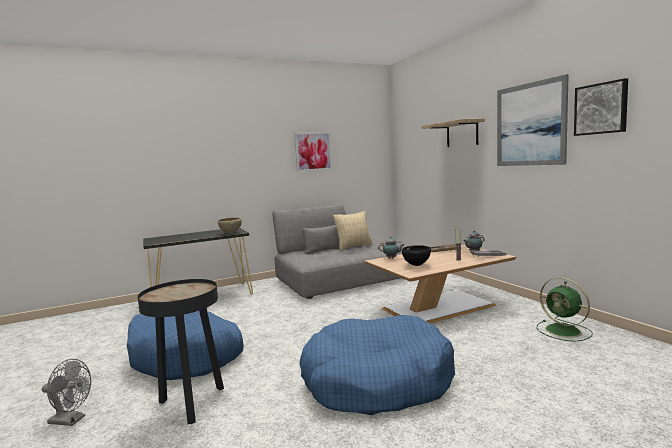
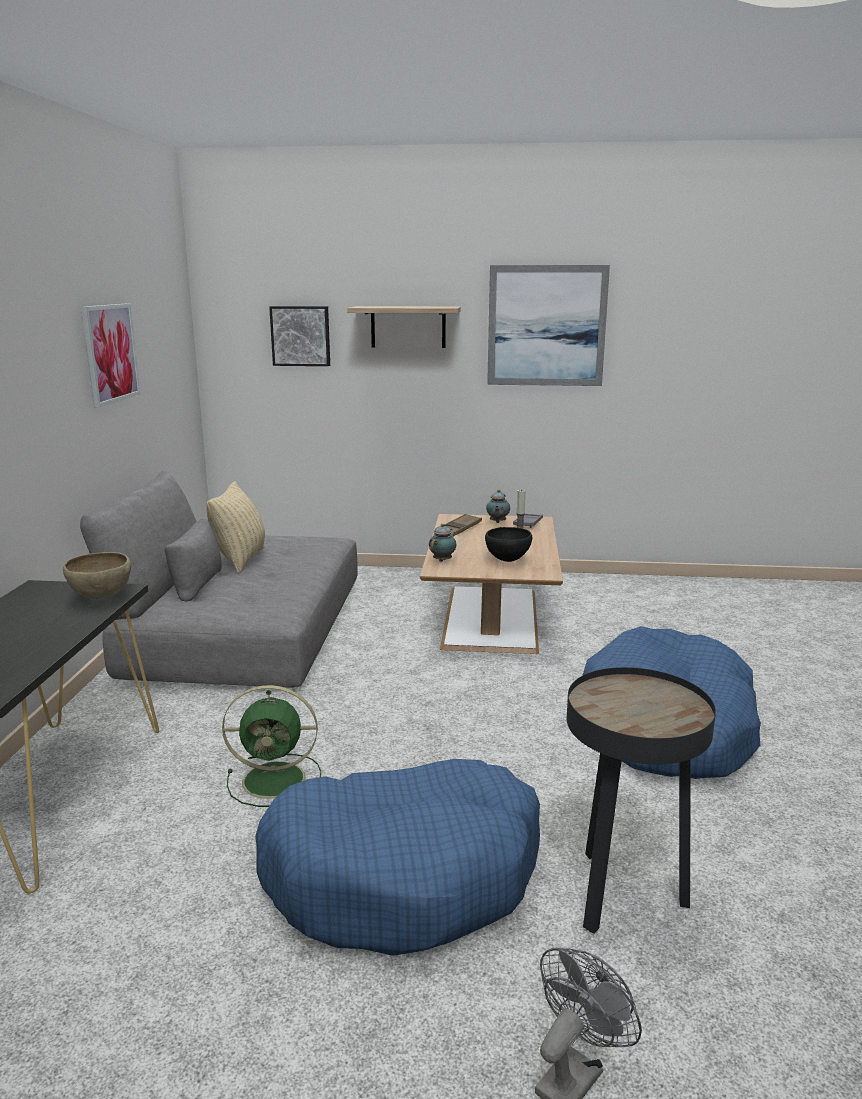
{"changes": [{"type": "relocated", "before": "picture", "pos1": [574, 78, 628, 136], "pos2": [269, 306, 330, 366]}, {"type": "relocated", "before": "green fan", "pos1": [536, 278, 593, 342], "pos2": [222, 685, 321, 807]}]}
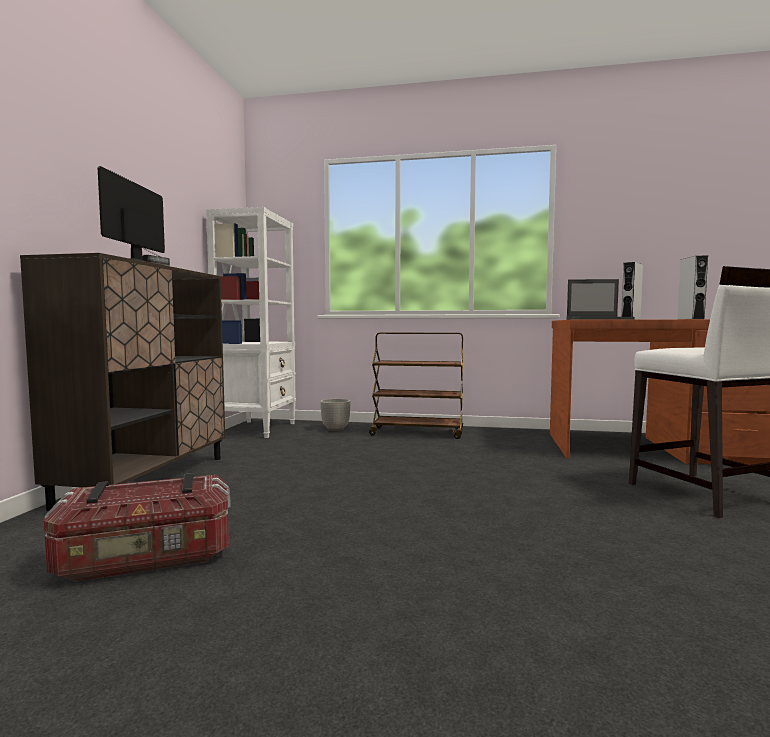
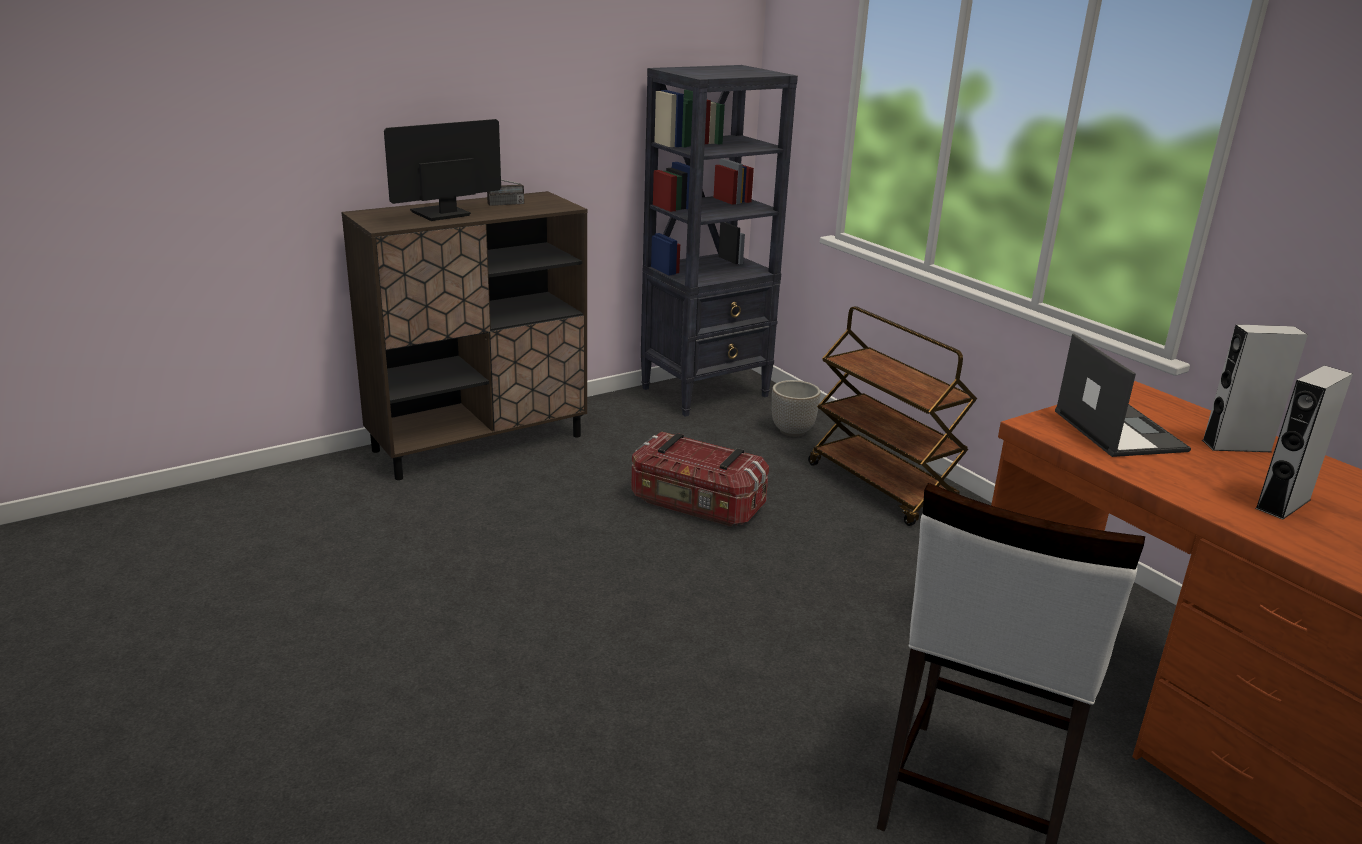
{"changes": [{"type": "colour", "before": "white bookcase", "after": "black bookcase", "pos1": [206, 207, 296, 438], "pos2": [641, 65, 798, 417]}, {"type": "spun", "before": "laptop", "pos1": [566, 279, 635, 320], "pos2": [1055, 334, 1191, 457], "turn": -150}, {"type": "relocated", "before": "storage box", "pos1": [44, 473, 231, 582], "pos2": [631, 432, 769, 527]}]}
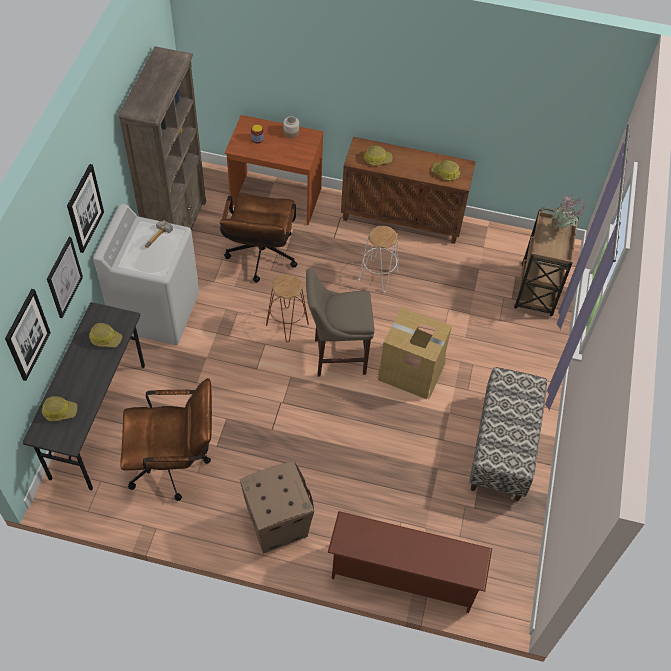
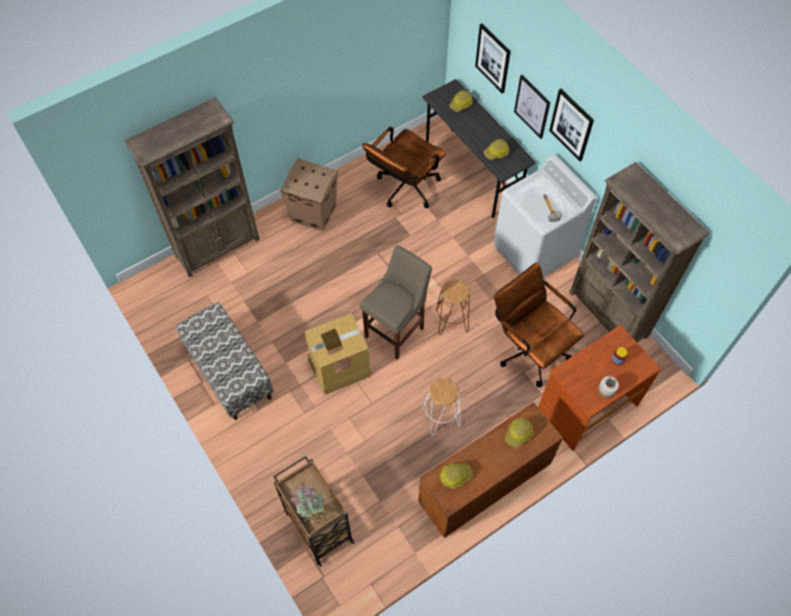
{"changes": [{"type": "exchanged", "before": "brown shoe rack", "after": "brown bookcase", "pos1": [327, 511, 492, 613], "pos2": [124, 98, 260, 278]}]}
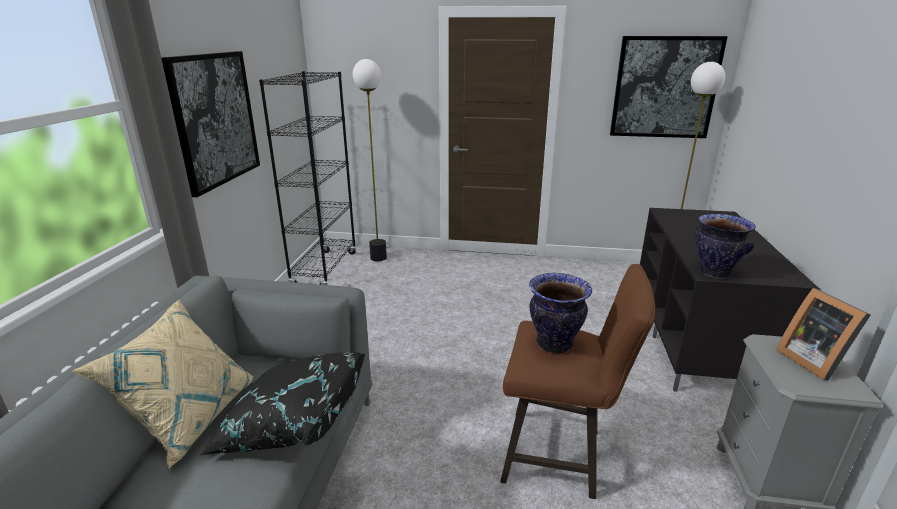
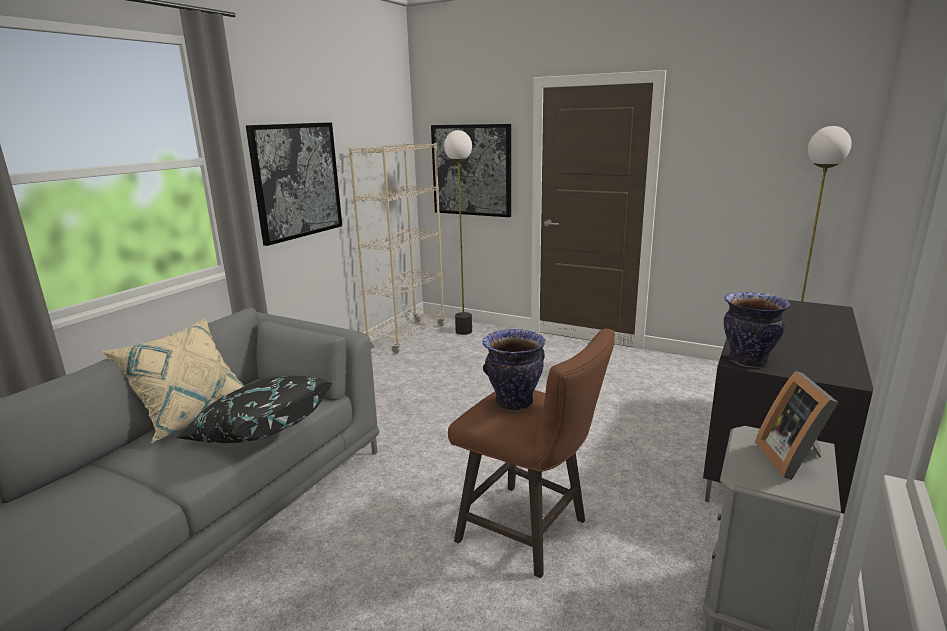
{"changes": [{"type": "relocated", "before": "picture", "pos1": [610, 36, 728, 138], "pos2": [431, 124, 511, 217]}, {"type": "colour", "before": "black bookcase", "after": "beige bookcase", "pos1": [259, 71, 356, 285], "pos2": [349, 143, 445, 354]}]}
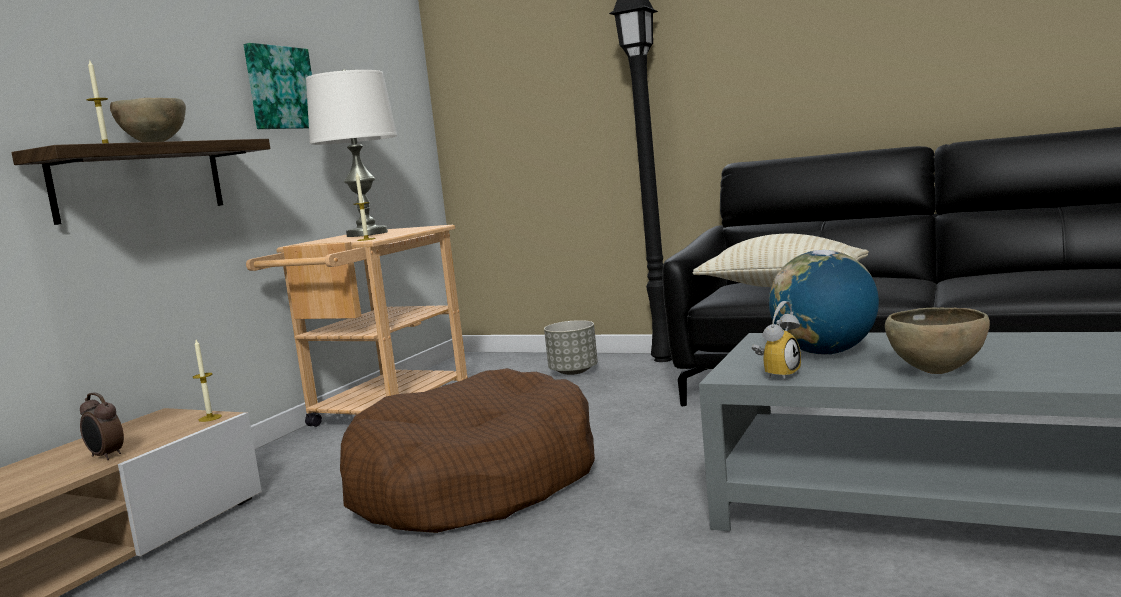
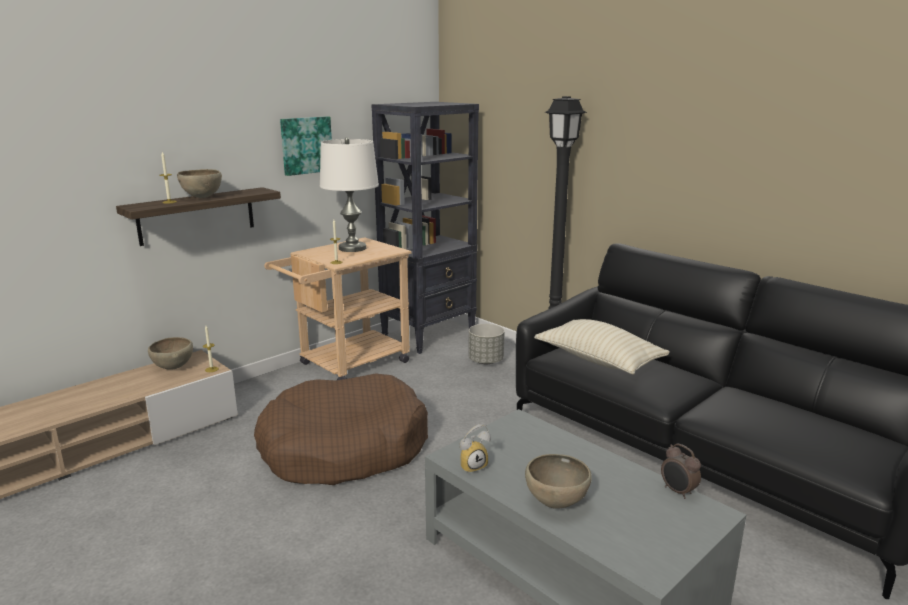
{"changes": [{"type": "missing", "before": "globe", "pos1": [769, 250, 879, 355]}, {"type": "relocated", "before": "alarm clock", "pos1": [80, 392, 124, 460], "pos2": [661, 443, 701, 499]}, {"type": "appeared", "after": "black bookcase", "pos2": [371, 102, 479, 354]}, {"type": "appeared", "after": "brown bowl", "pos2": [148, 337, 193, 370]}]}
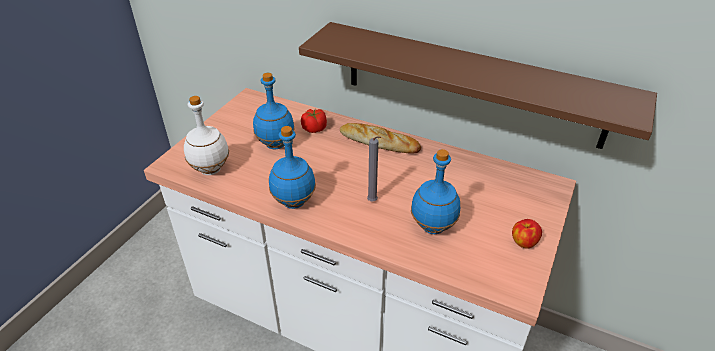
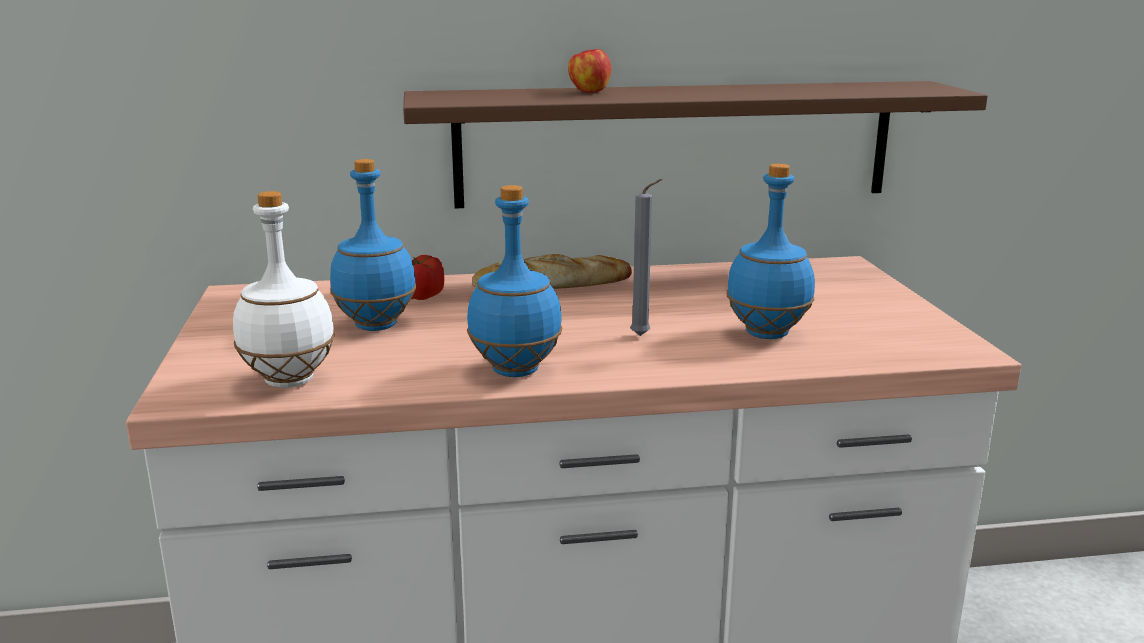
{"changes": [{"type": "relocated", "before": "apple", "pos1": [512, 219, 542, 249], "pos2": [568, 49, 611, 93]}]}
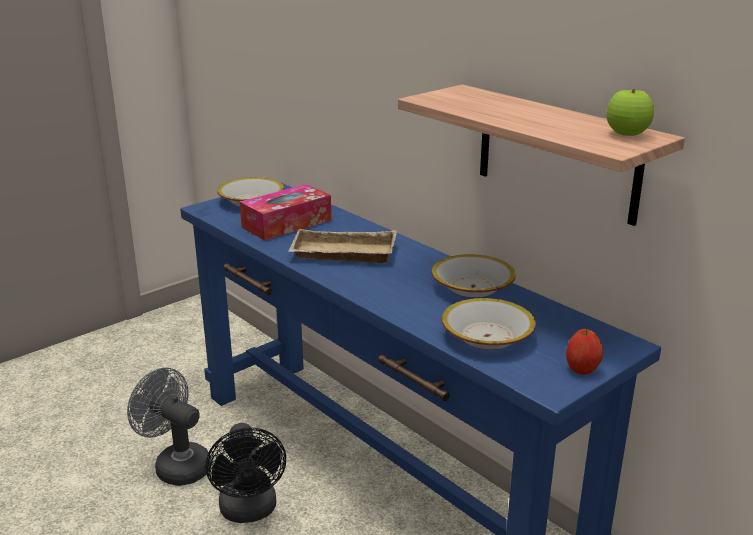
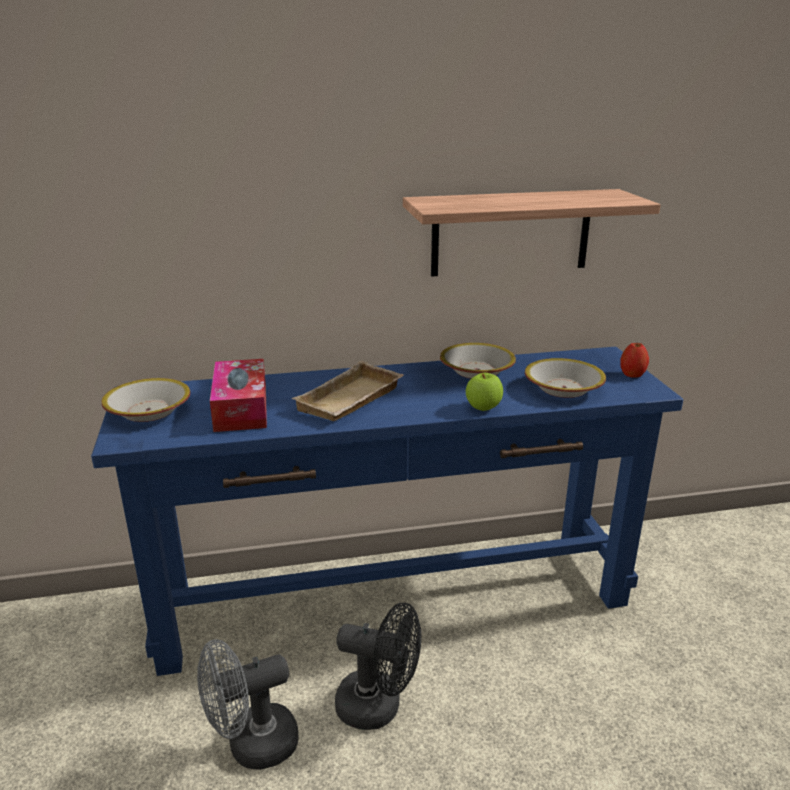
{"changes": [{"type": "relocated", "before": "apple", "pos1": [606, 89, 654, 136], "pos2": [466, 373, 503, 411]}]}
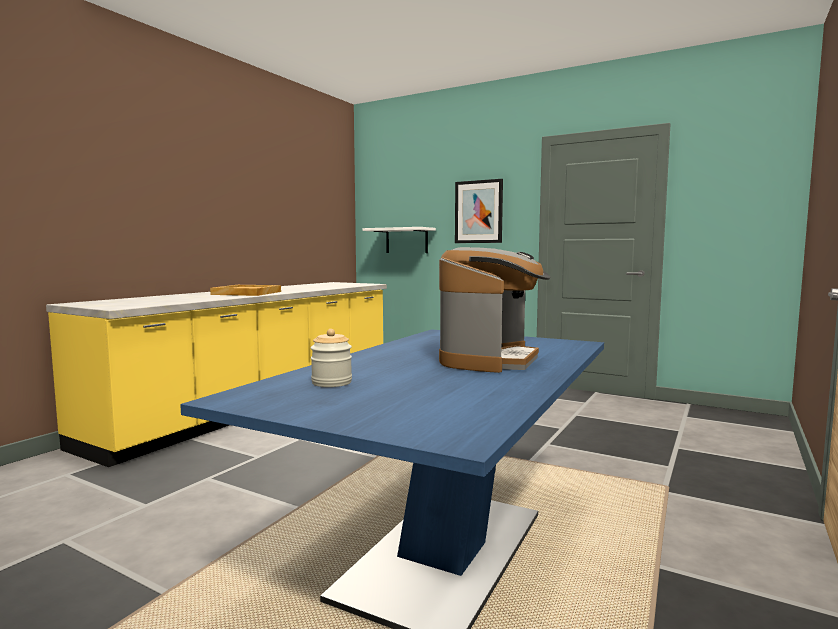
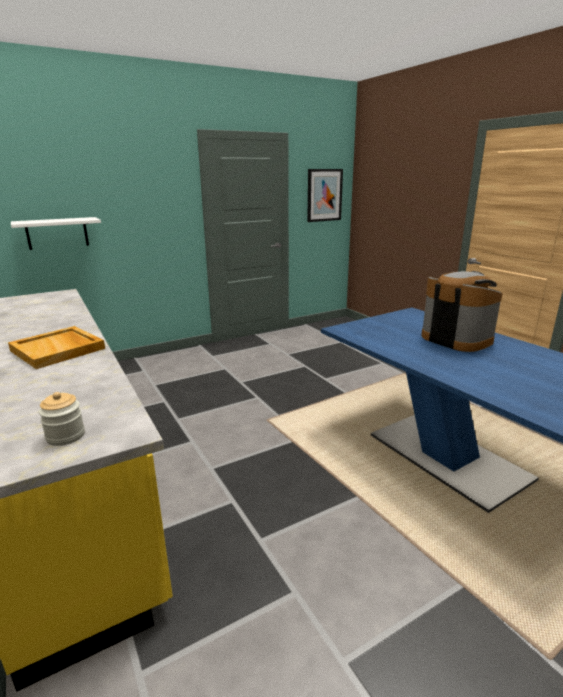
{"changes": [{"type": "relocated", "before": "picture", "pos1": [455, 179, 503, 243], "pos2": [307, 169, 343, 222]}, {"type": "relocated", "before": "jar", "pos1": [311, 329, 352, 387], "pos2": [39, 392, 85, 446]}]}
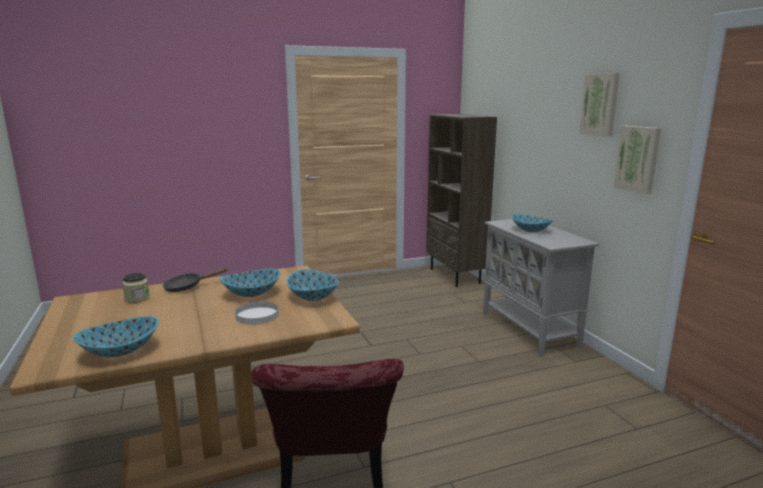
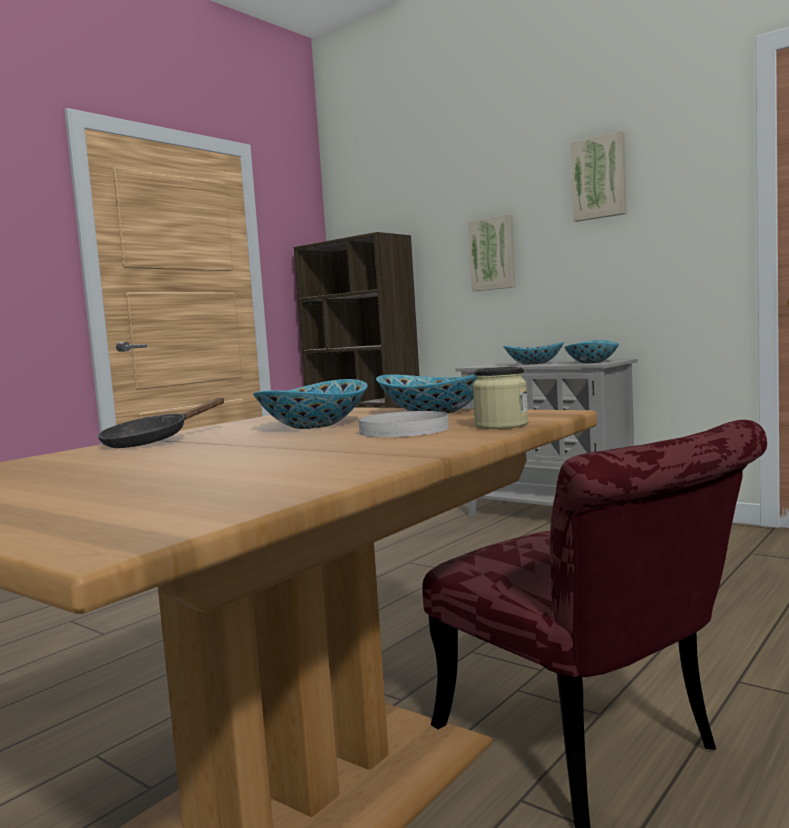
{"changes": [{"type": "relocated", "before": "picture", "pos1": [614, 126, 661, 194], "pos2": [468, 214, 516, 291]}, {"type": "relocated", "before": "jar", "pos1": [122, 273, 150, 303], "pos2": [473, 367, 528, 429]}, {"type": "relocated", "before": "bowl", "pos1": [73, 316, 159, 357], "pos2": [564, 340, 619, 363]}]}
